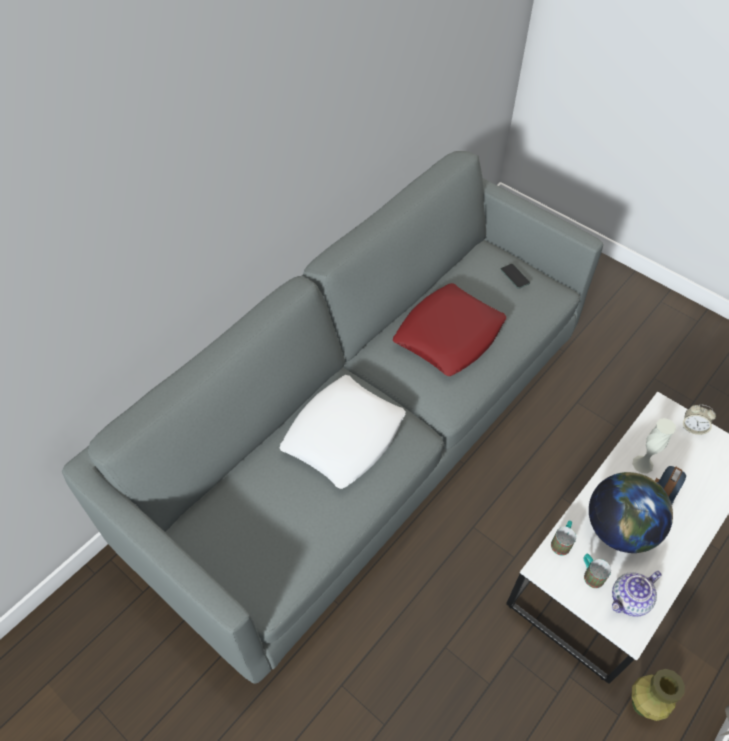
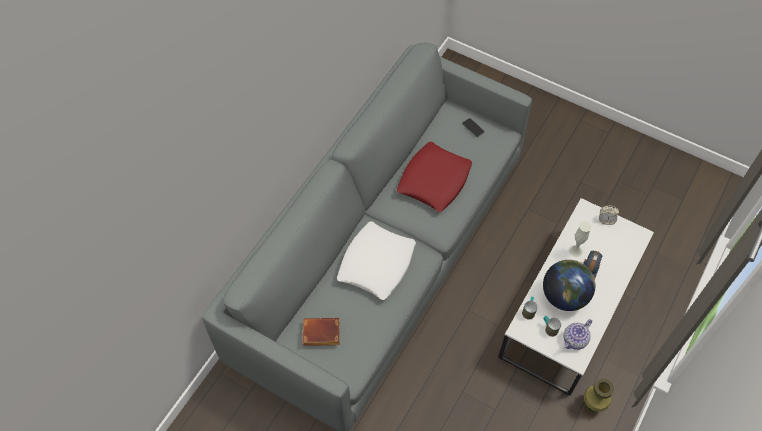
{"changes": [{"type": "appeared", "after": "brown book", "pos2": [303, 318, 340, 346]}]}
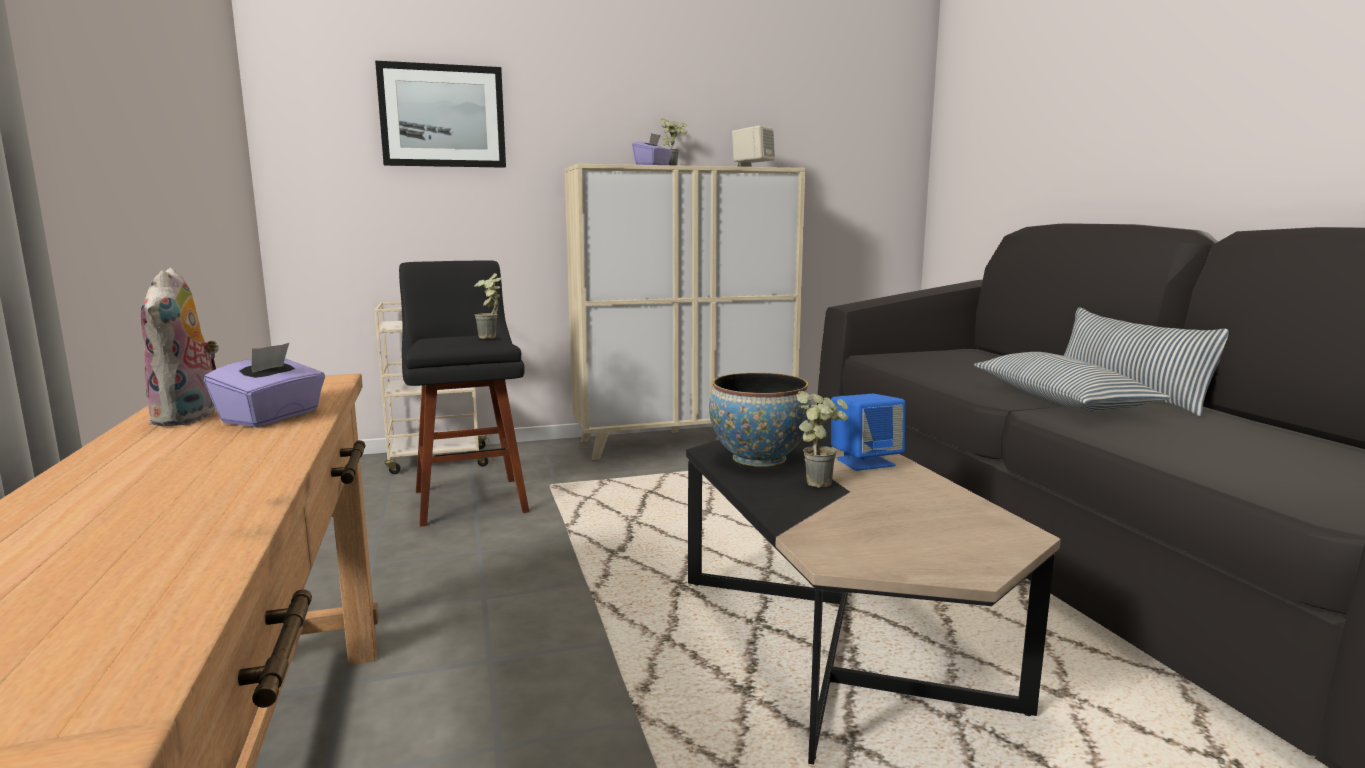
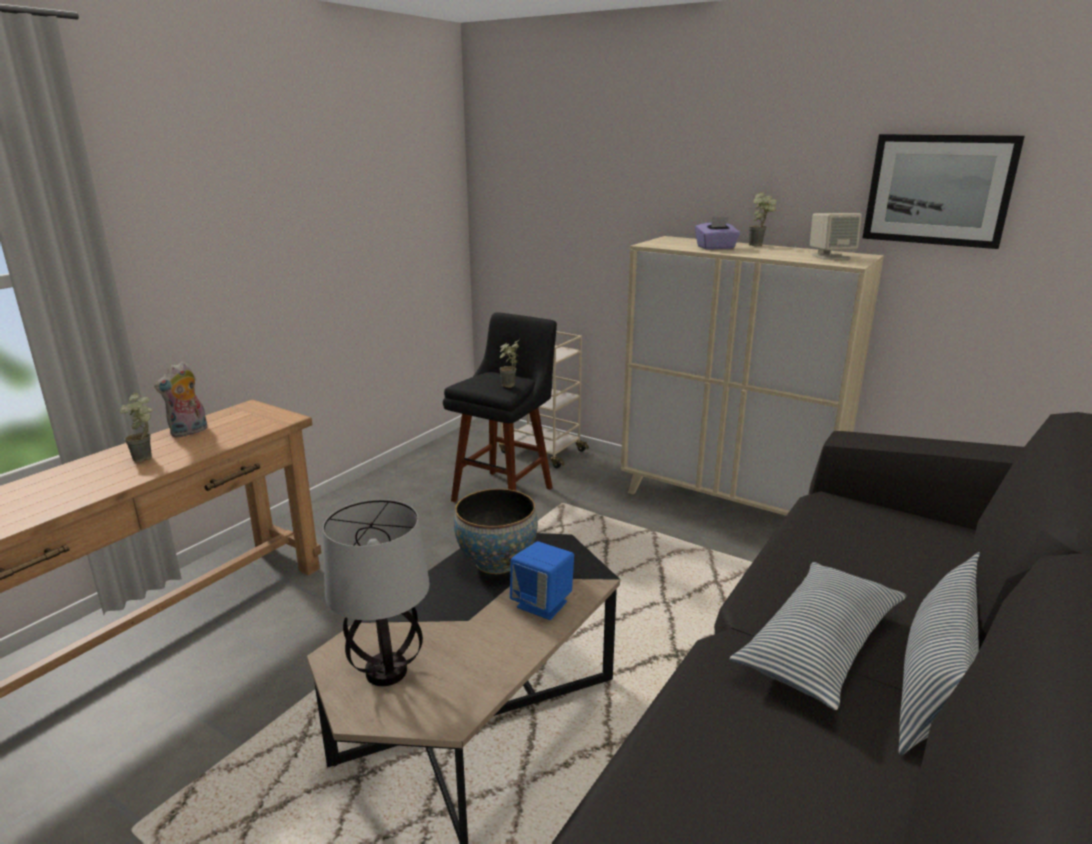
{"changes": [{"type": "relocated", "before": "picture", "pos1": [375, 61, 506, 168], "pos2": [863, 134, 1025, 249]}, {"type": "missing", "before": "purple tissue box", "pos1": [204, 343, 325, 427]}, {"type": "relocated", "before": "potted plant", "pos1": [796, 391, 848, 488], "pos2": [120, 392, 152, 462]}, {"type": "appeared", "after": "table lamp", "pos2": [323, 499, 430, 686]}]}
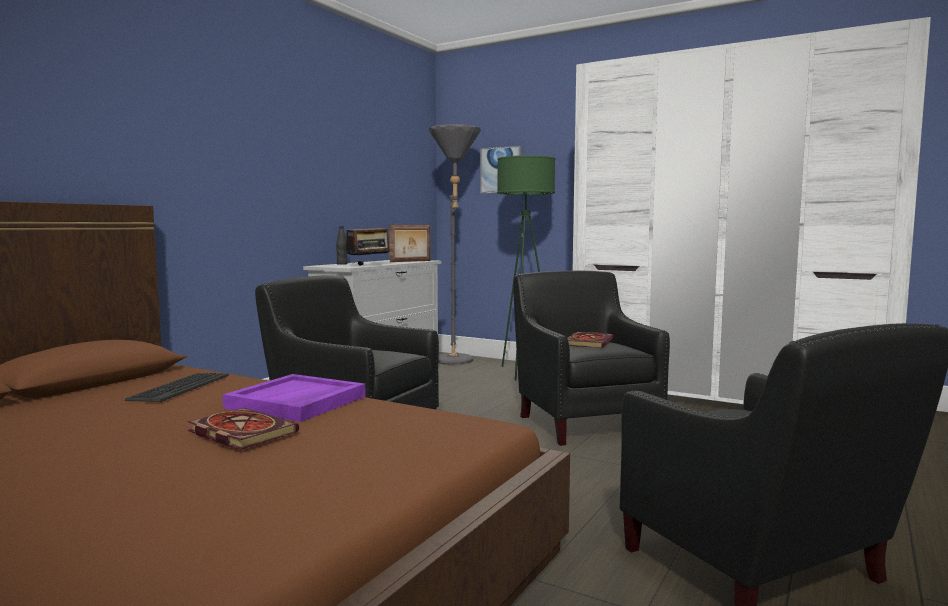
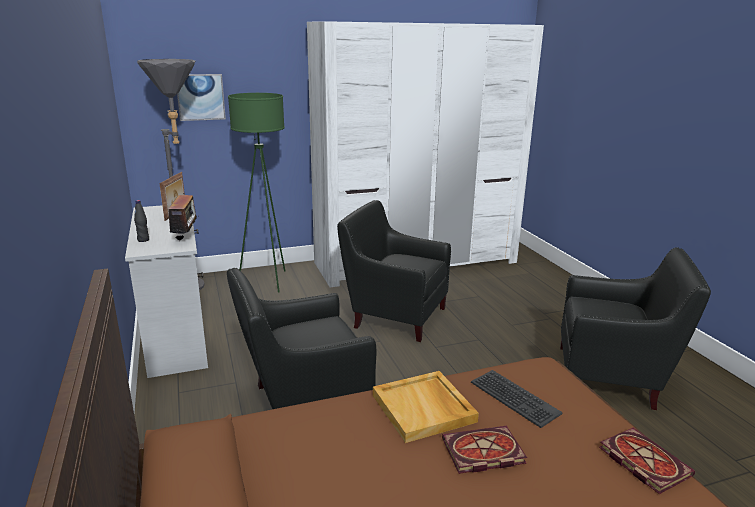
{"changes": [{"type": "relocated", "before": "book", "pos1": [567, 332, 614, 348], "pos2": [599, 428, 695, 494]}, {"type": "relocated", "before": "keyboard", "pos1": [125, 373, 229, 402], "pos2": [471, 370, 563, 428]}, {"type": "colour", "before": "purple tray", "after": "beige tray", "pos1": [223, 374, 366, 422], "pos2": [373, 371, 479, 443]}]}
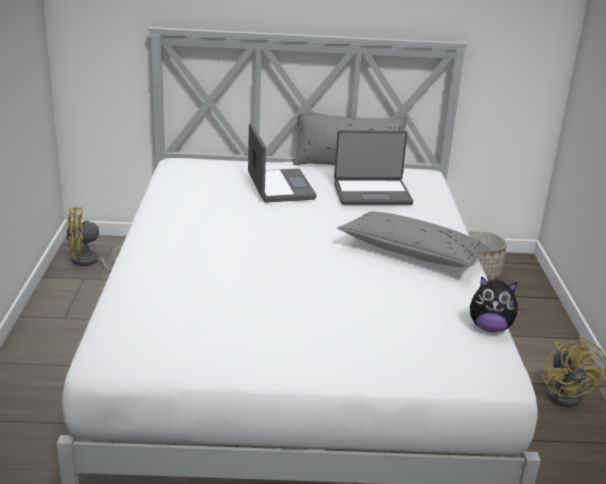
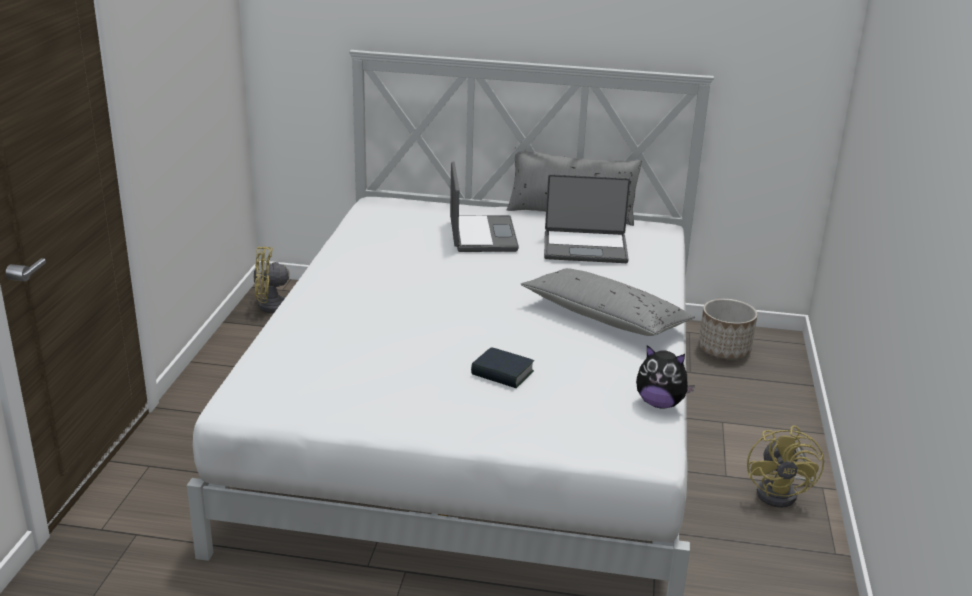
{"changes": [{"type": "appeared", "after": "book", "pos2": [471, 347, 534, 388]}]}
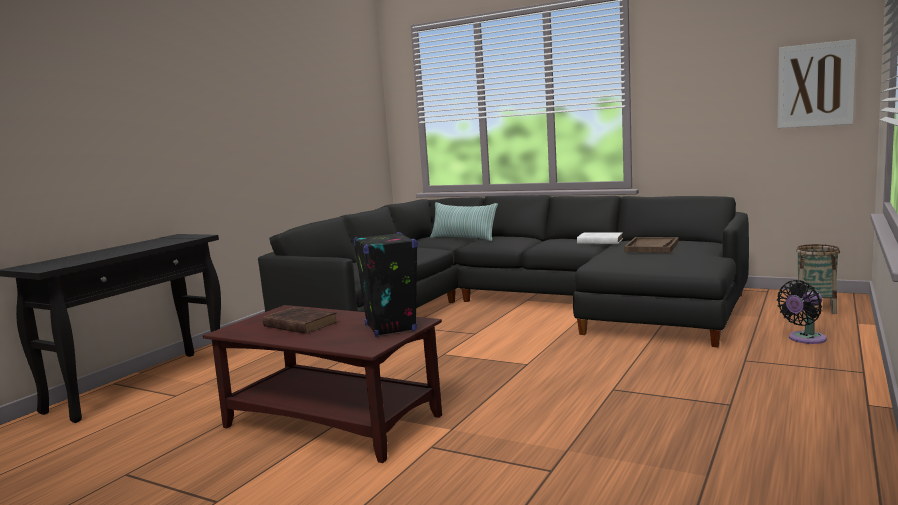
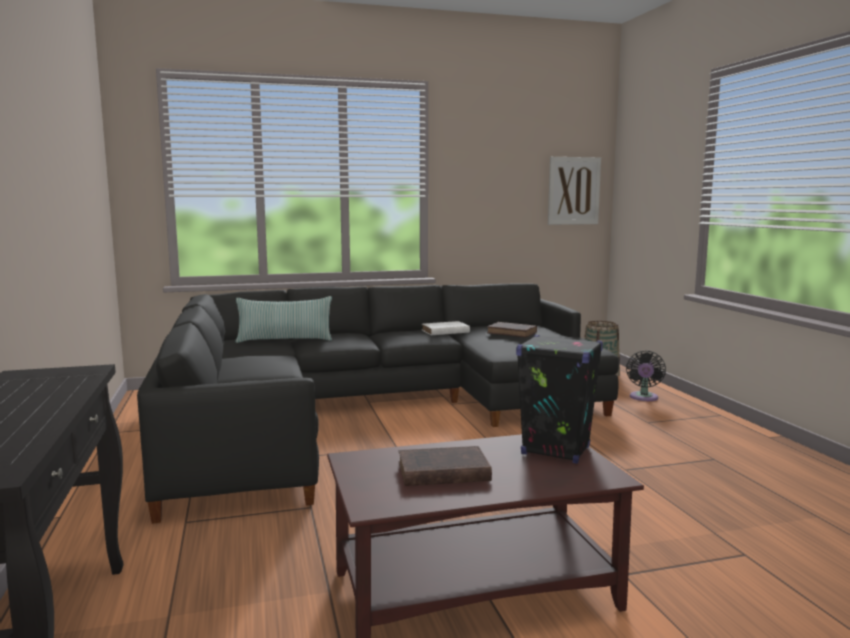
{"changes": [{"type": "exchanged", "before": "brown tray", "after": "brown book", "pos1": [624, 237, 679, 253], "pos2": [487, 322, 537, 338]}]}
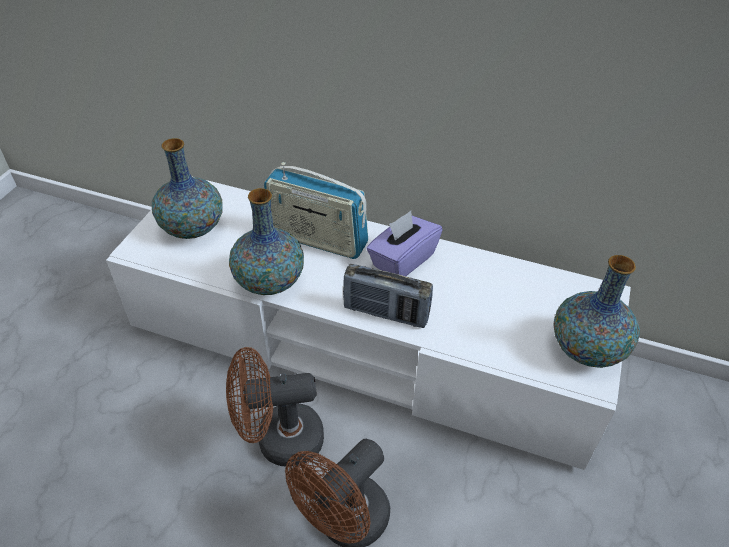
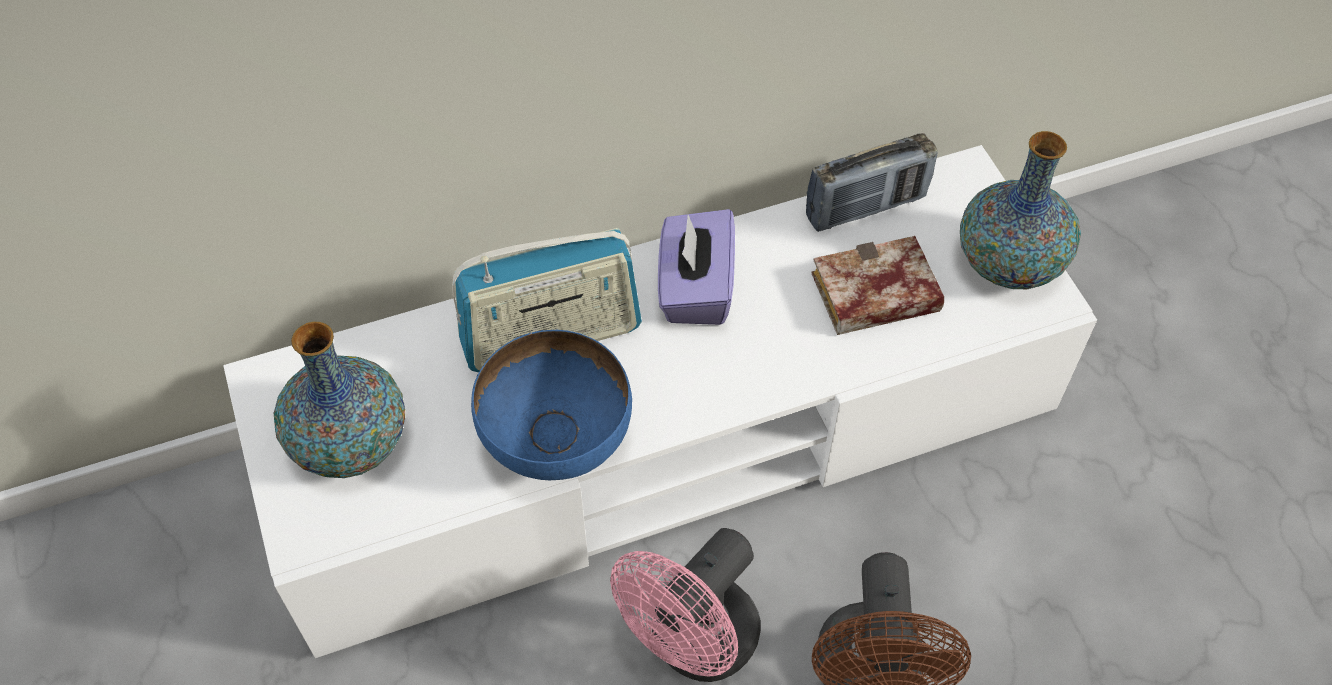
{"changes": [{"type": "exchanged", "before": "vase", "after": "blue bowl", "pos1": [229, 188, 304, 295], "pos2": [471, 330, 632, 480]}, {"type": "relocated", "before": "radio", "pos1": [343, 264, 433, 328], "pos2": [806, 133, 938, 232]}, {"type": "colour", "before": "brown fan", "after": "pink fan", "pos1": [226, 347, 324, 466], "pos2": [610, 528, 761, 682]}, {"type": "appeared", "after": "book", "pos2": [811, 236, 944, 335]}]}
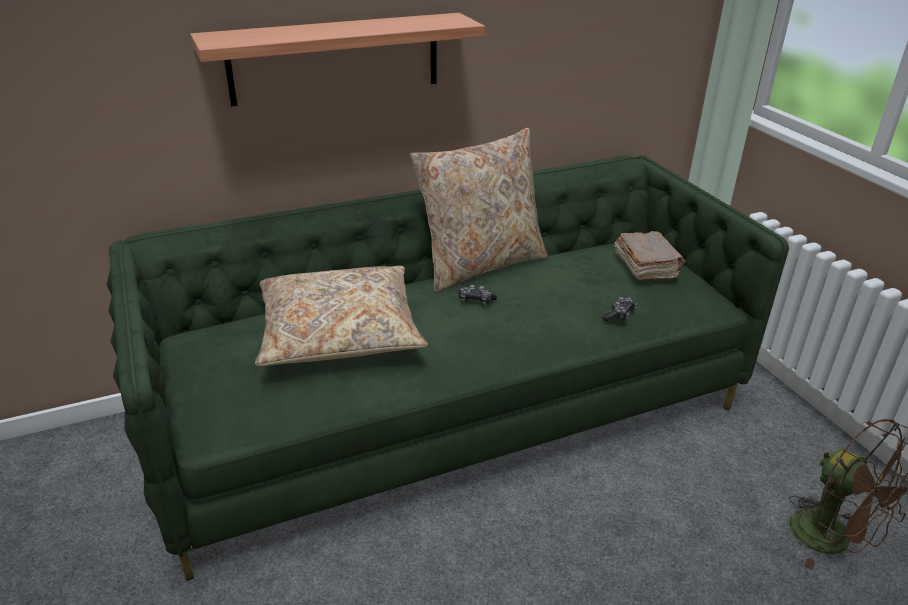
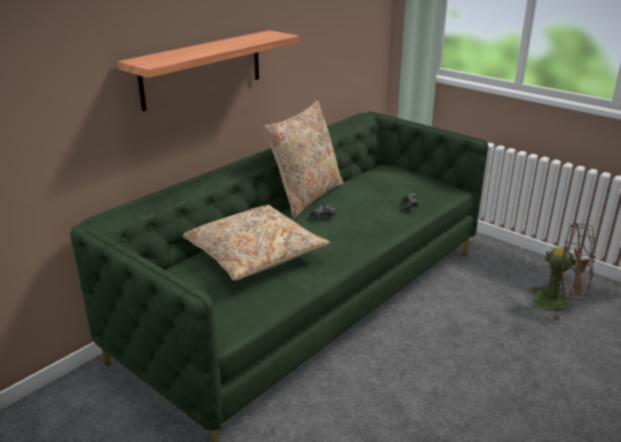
{"changes": [{"type": "missing", "before": "brown book", "pos1": [614, 231, 686, 280]}]}
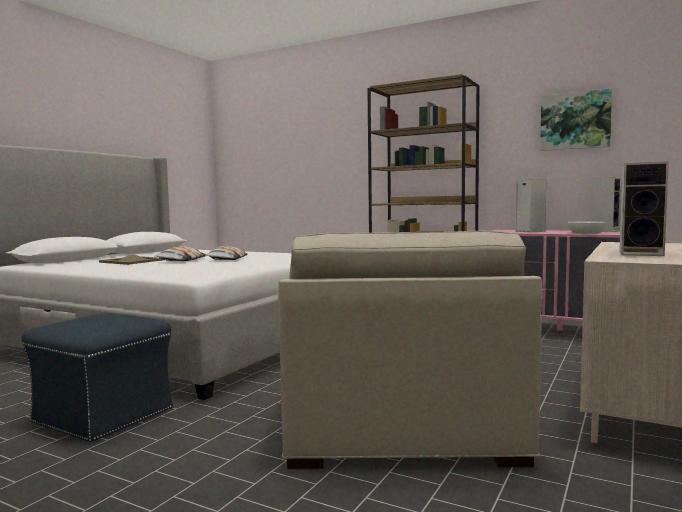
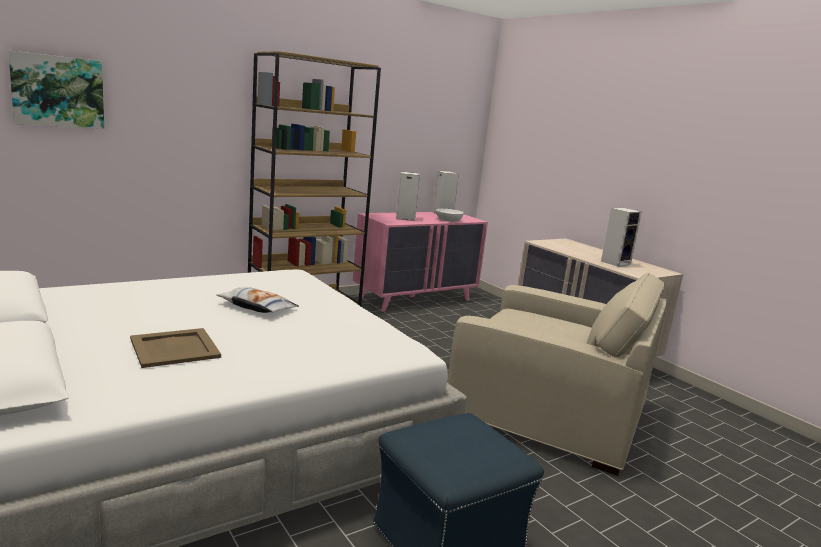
{"changes": [{"type": "relocated", "before": "picture", "pos1": [540, 88, 612, 151], "pos2": [8, 51, 104, 129]}, {"type": "missing", "before": "pillow", "pos1": [154, 246, 206, 261]}]}
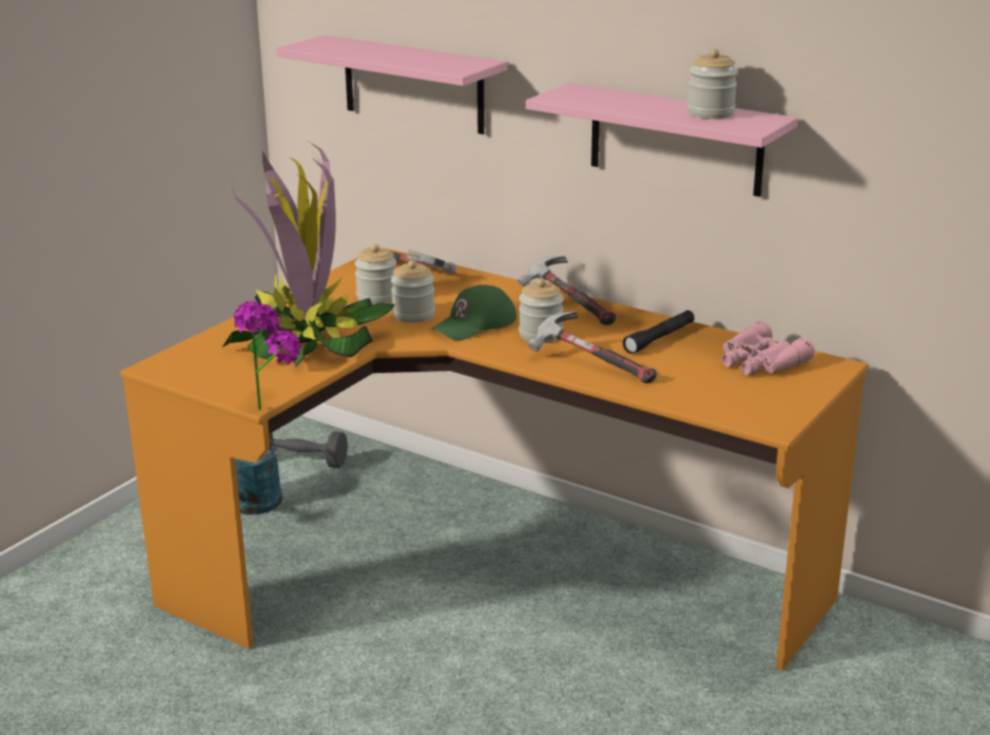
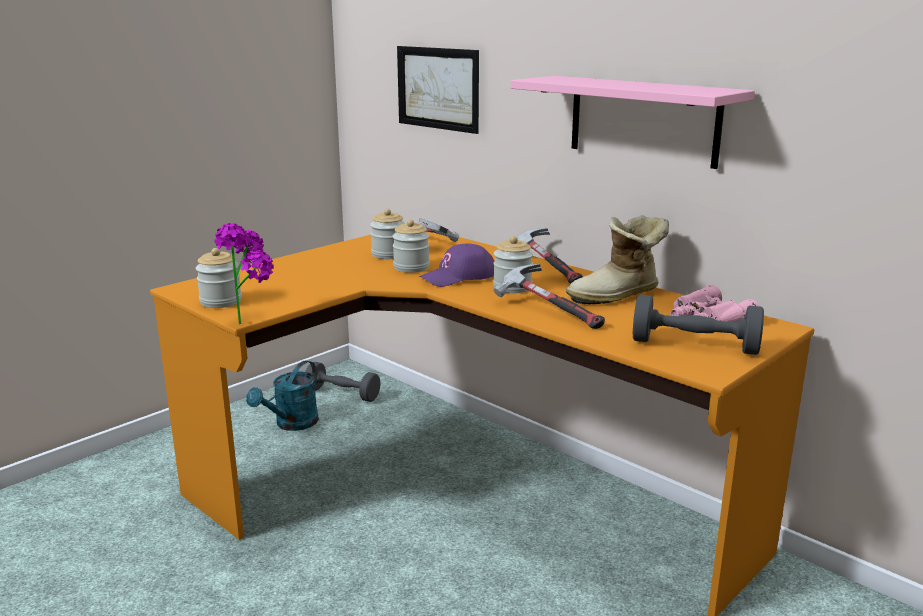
{"changes": [{"type": "exchanged", "before": "pink shelf", "after": "picture", "pos1": [276, 35, 508, 134], "pos2": [397, 46, 479, 134]}, {"type": "relocated", "before": "jar", "pos1": [687, 49, 738, 119], "pos2": [196, 248, 242, 308]}, {"type": "missing", "before": "potted plant", "pos1": [223, 142, 395, 367]}, {"type": "colour", "before": "green cap", "after": "purple cap", "pos1": [431, 285, 517, 340], "pos2": [419, 243, 494, 287]}, {"type": "exchanged", "before": "black flashlight", "after": "boot", "pos1": [623, 310, 694, 354], "pos2": [566, 215, 669, 304]}, {"type": "appeared", "after": "grey dumbbell", "pos2": [633, 295, 764, 355]}]}
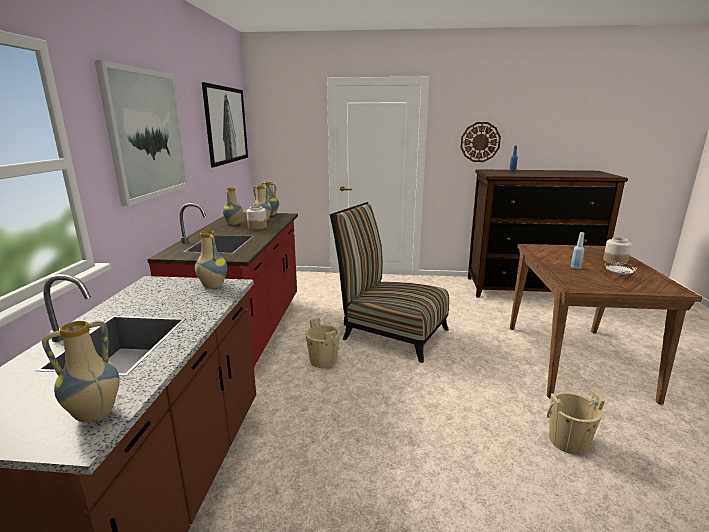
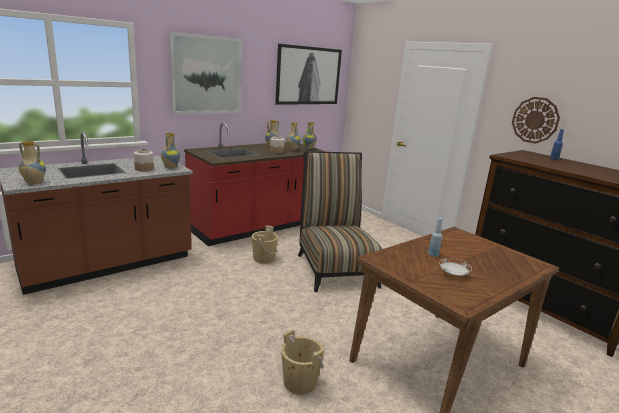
{"changes": [{"type": "relocated", "before": "jar", "pos1": [603, 237, 632, 265], "pos2": [134, 149, 154, 171]}]}
